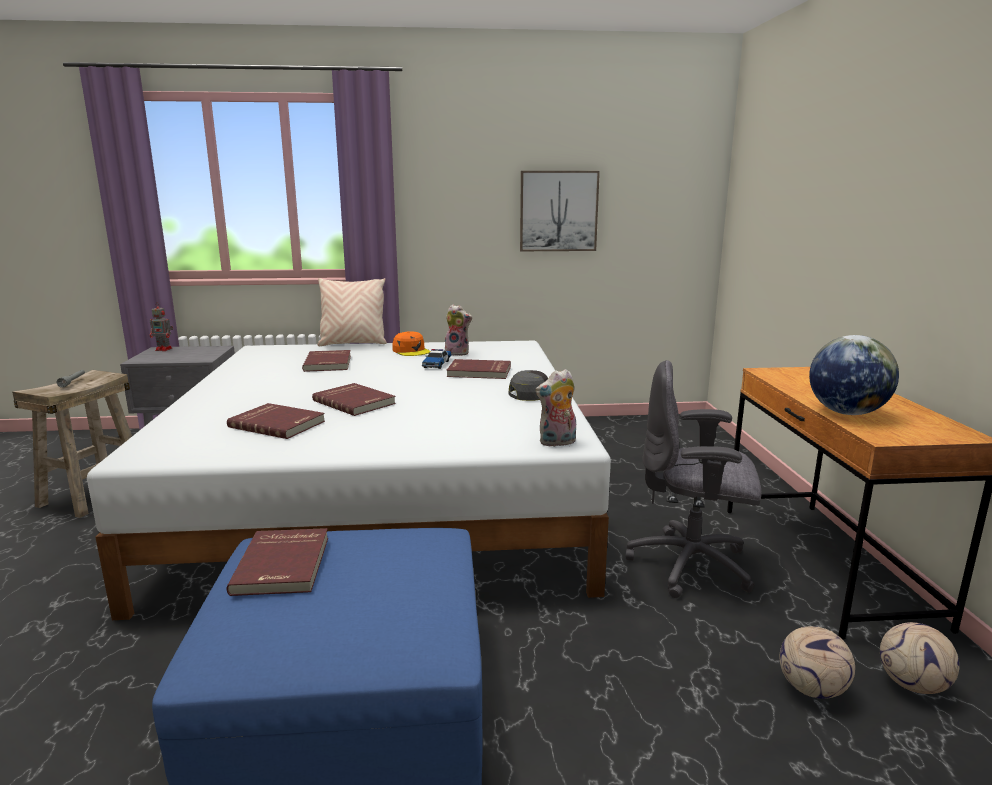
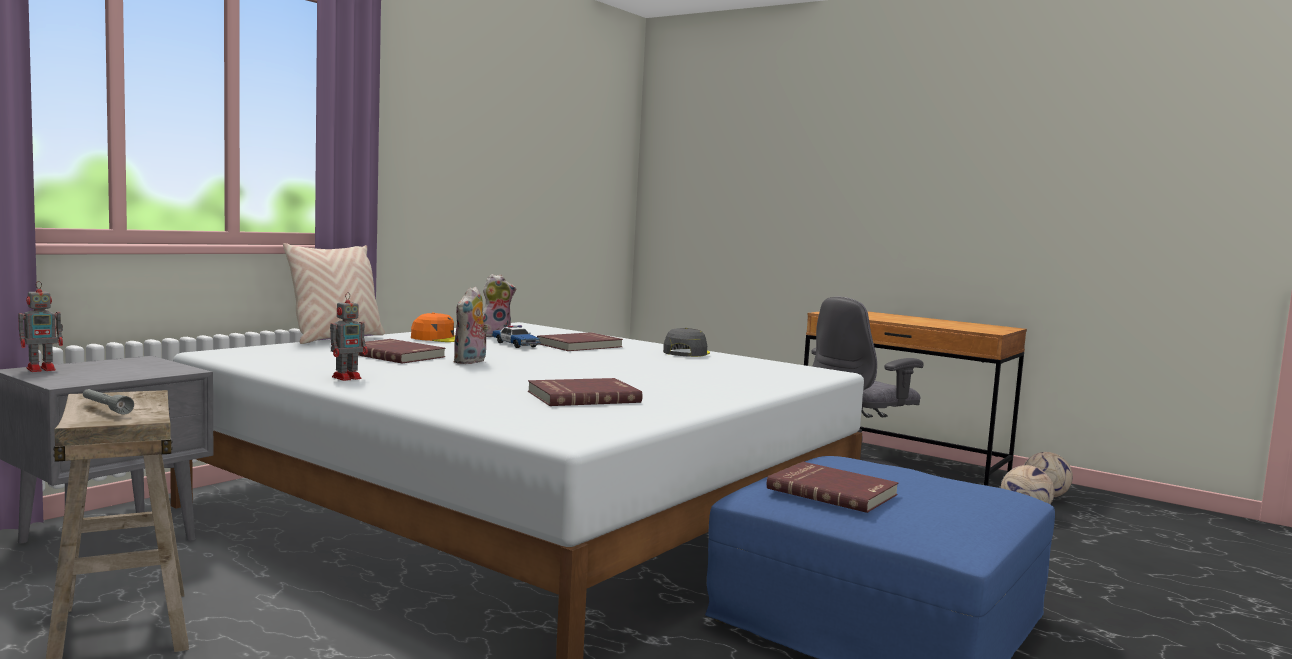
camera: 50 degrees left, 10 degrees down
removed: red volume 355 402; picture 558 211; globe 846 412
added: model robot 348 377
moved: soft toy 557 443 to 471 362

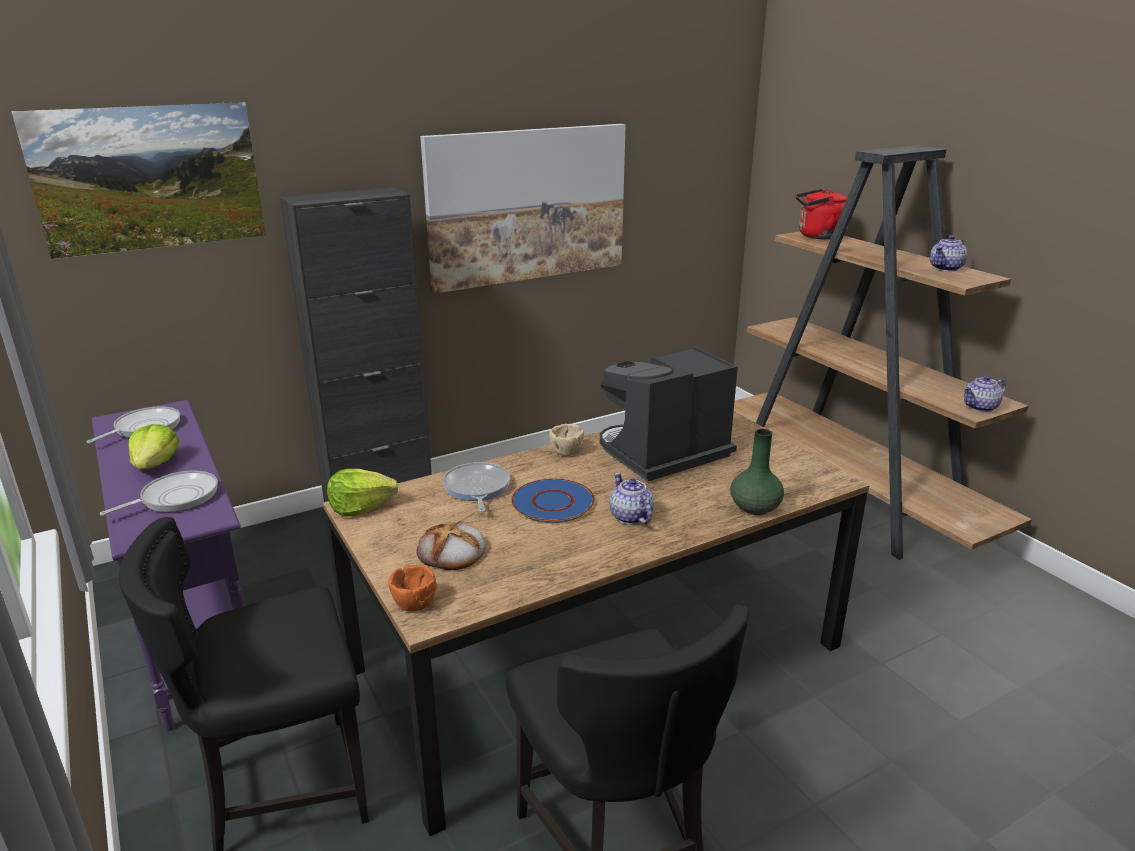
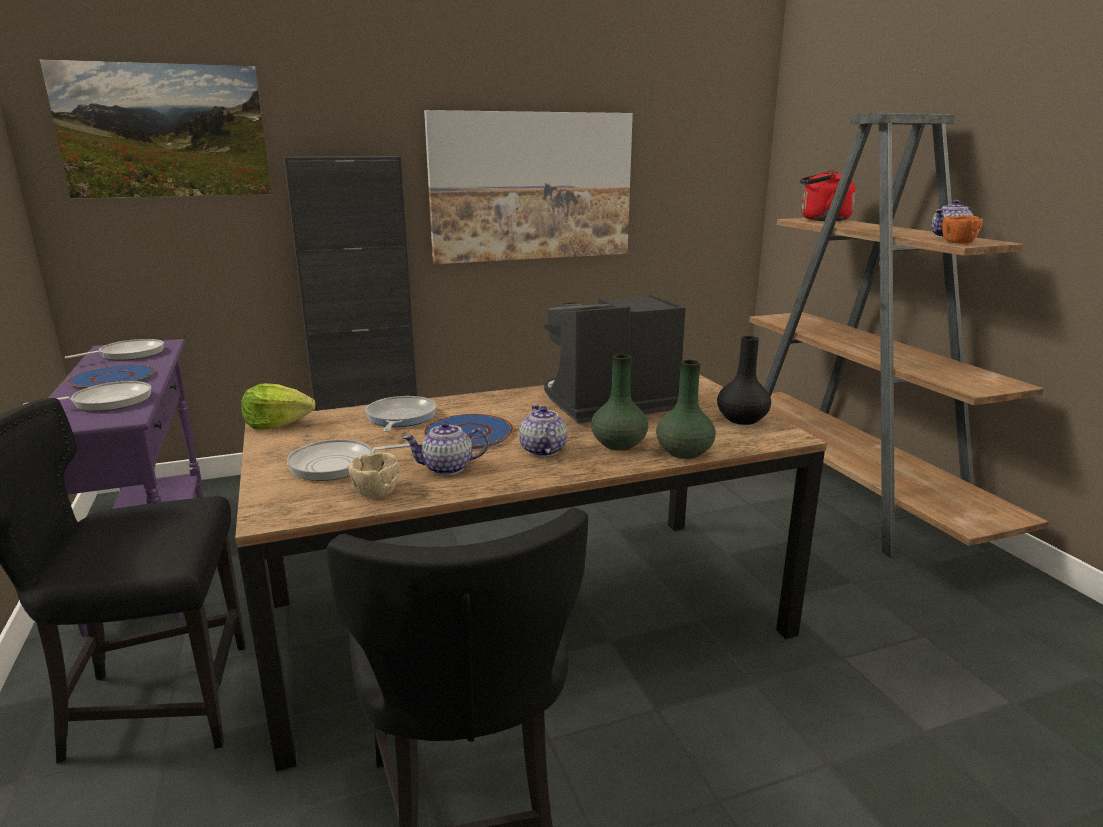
camera: 10 degrees right, 5 degrees down
added: greenish flower vase 619 444; black-coloured flower vase 741 419
moved: orange deep dish 413 603 to 958 242; beige-coloured deep dish 566 452 to 375 492; tea pot 981 407 to 448 468
replaced: head of lettuce 155 464 to bluish dinner plate 113 378; bread 452 552 to frying pan 338 465

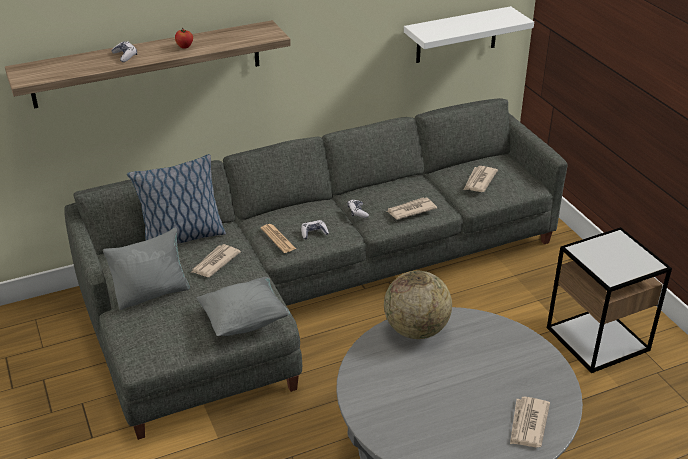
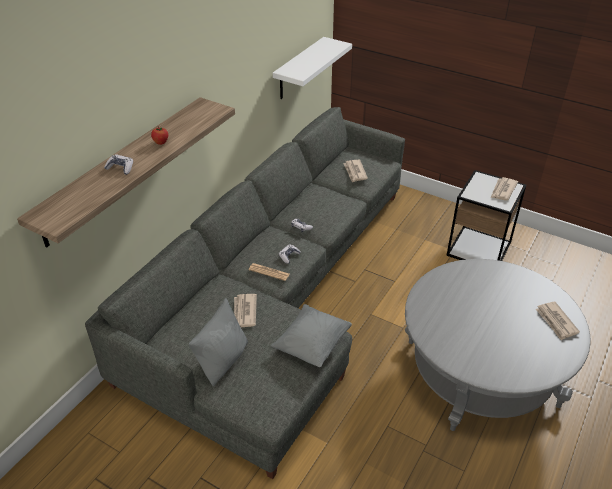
camera: 35 degrees left, 5 degrees up
removed: throw pillow 182 237; globe 416 330
moved: printed paper 410 210 to 503 190

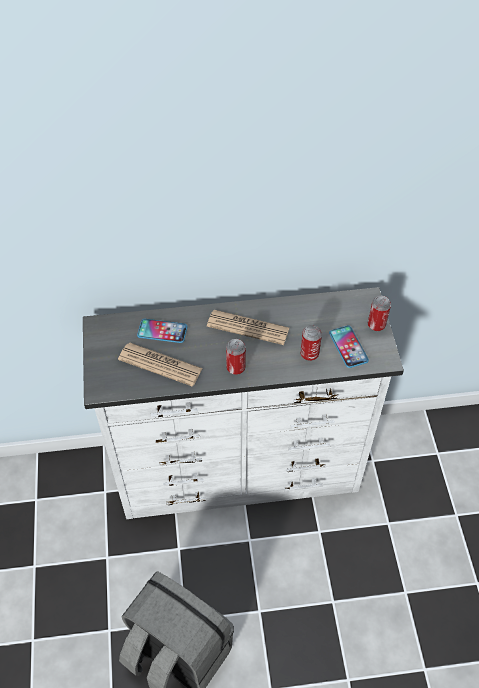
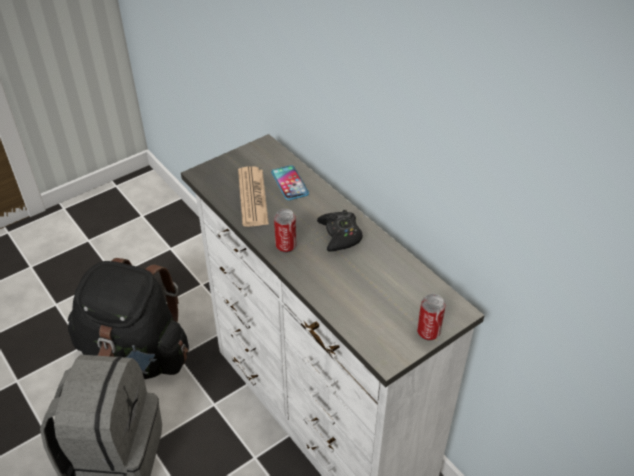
camera: 60 degrees right, 10 degrees down
removed: sealed can 309 354; telephone 348 347
added: black-coloured knapsack 137 356
replaced: printed paper 248 327 to black-coloured gamepad 340 235

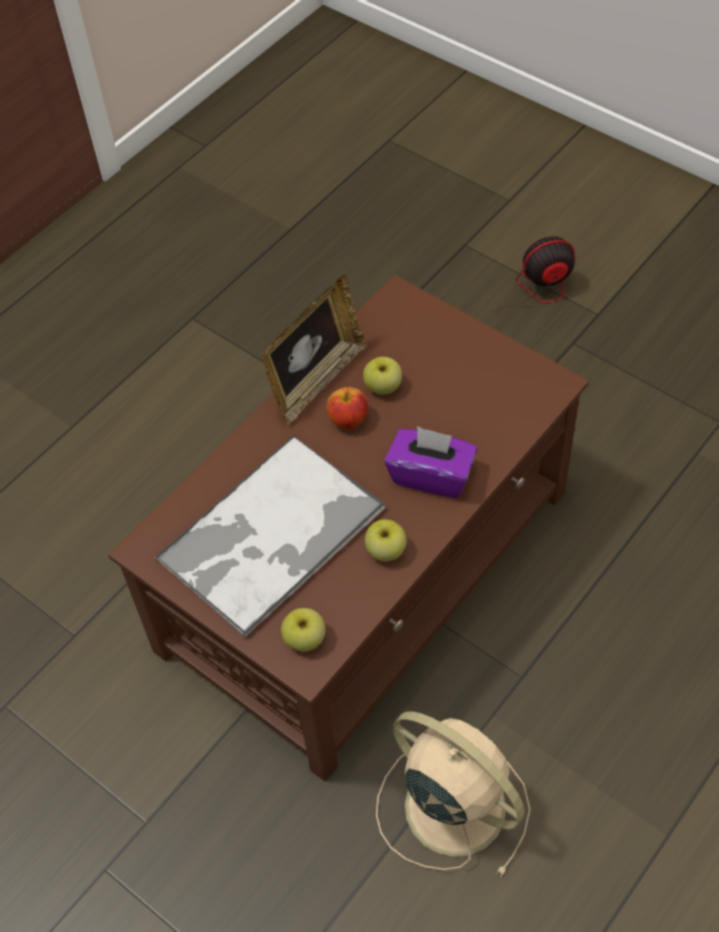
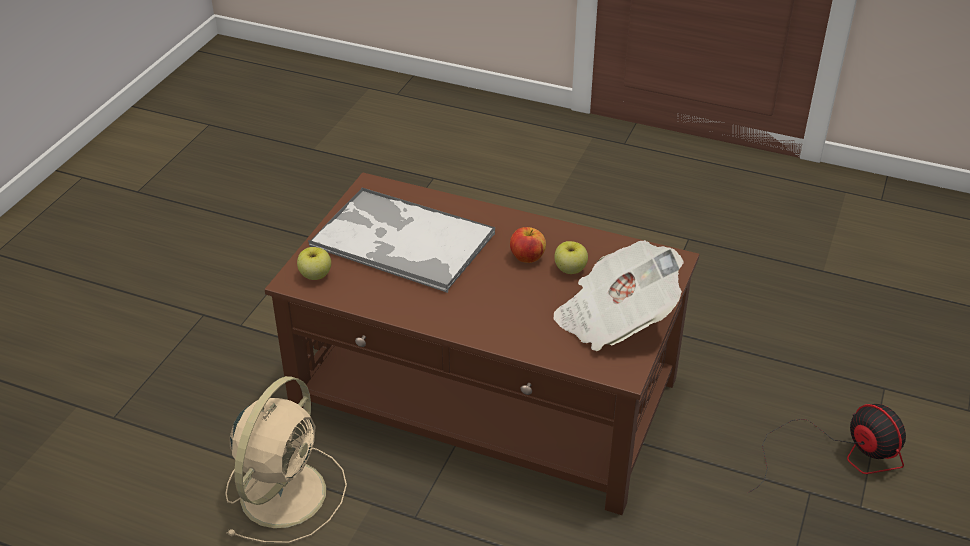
camera: 70 degrees right, 15 degrees down
removed: picture frame 316 380; apple 386 551; purple-coloured tissue holder 431 475
added: printed paper 615 319

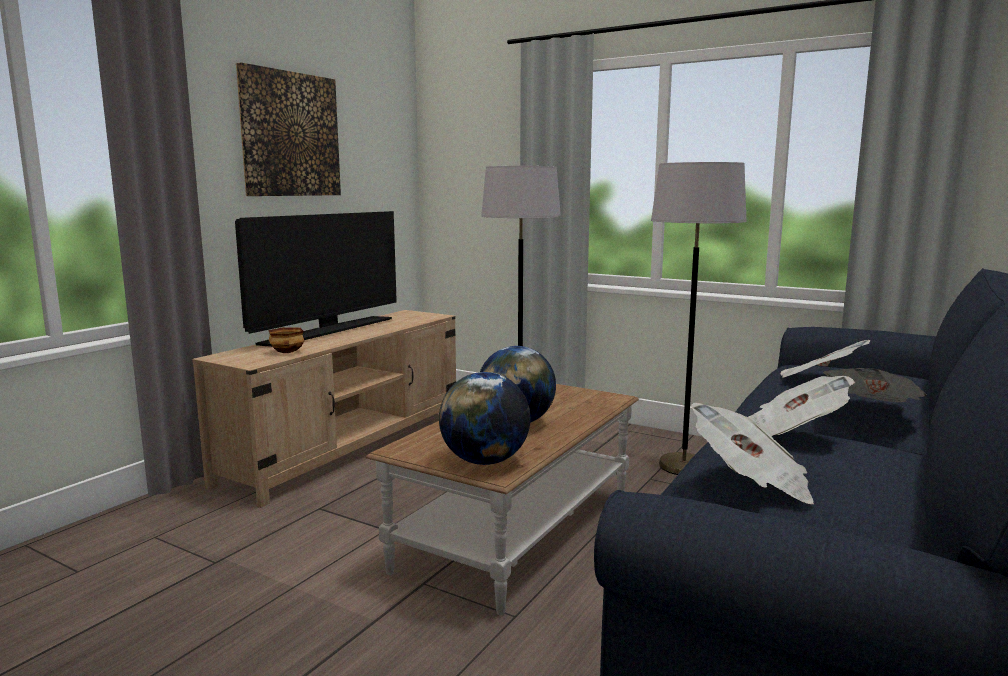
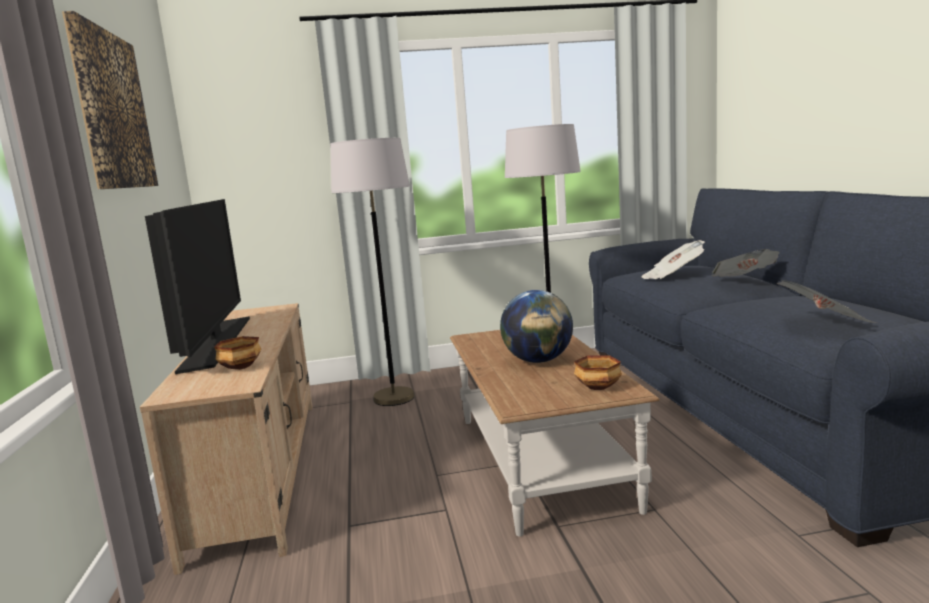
camera: 40 degrees left, 0 degrees up
removed: printed paper 788 434
replaced: globe 484 461 to deep dish 597 388

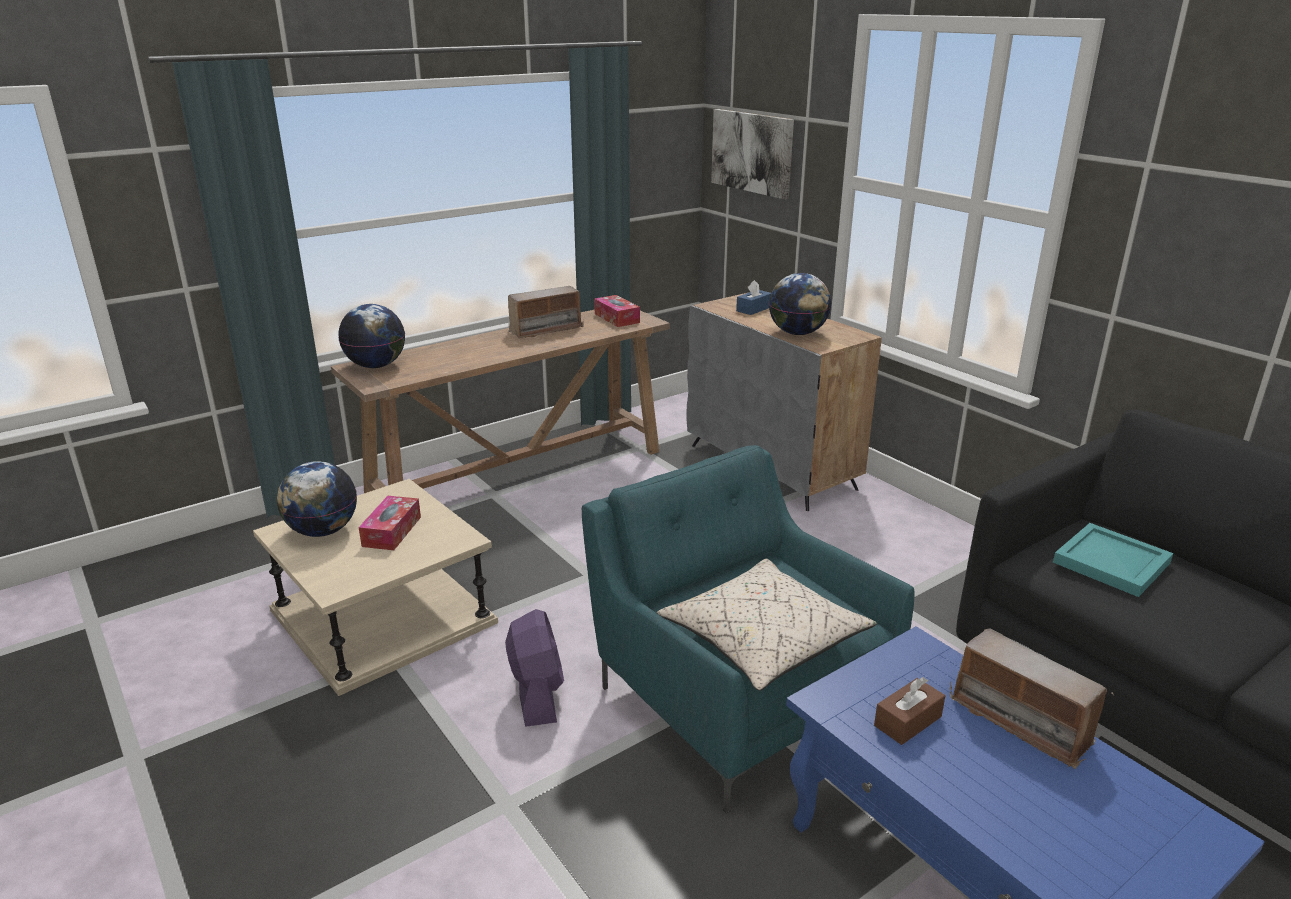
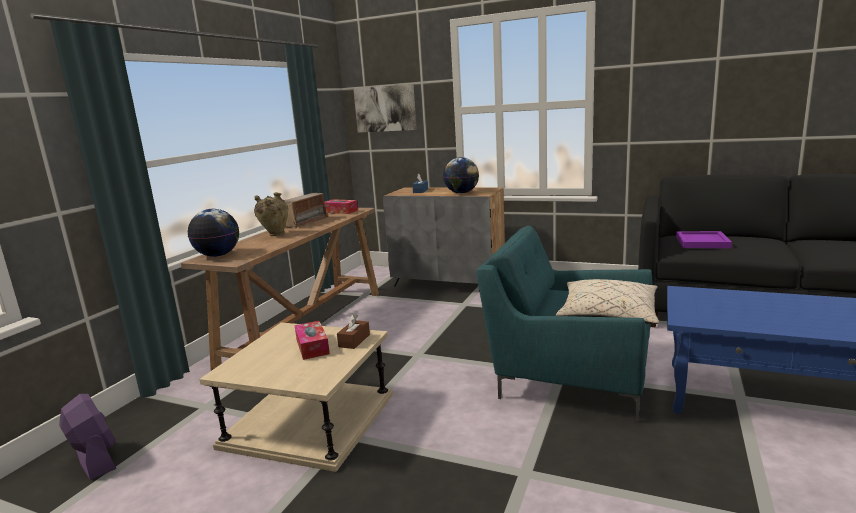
camera: 30 degrees left, 10 degrees down
removed: globe 322 531; radio 1021 722
added: beige-coloured flower vase 275 234
moved: purple-coloured fan 537 693 to 95 459; brown-coloured tissue holder 907 721 to 354 340
recoloured: blue-green serving tray 1112 564 to purple-coloured serving tray 703 242

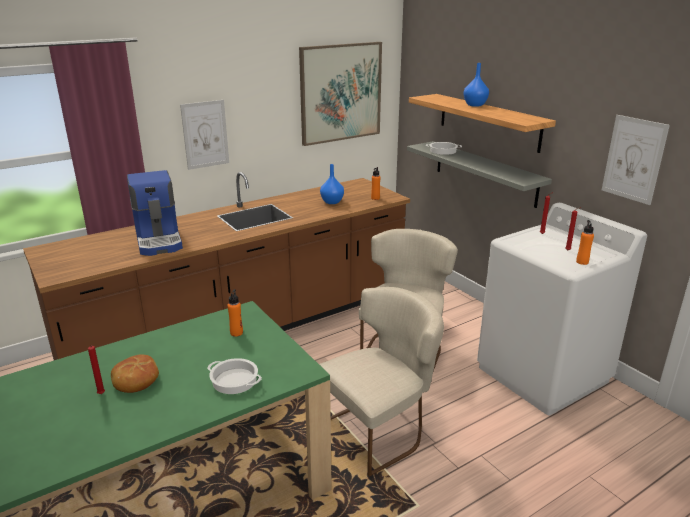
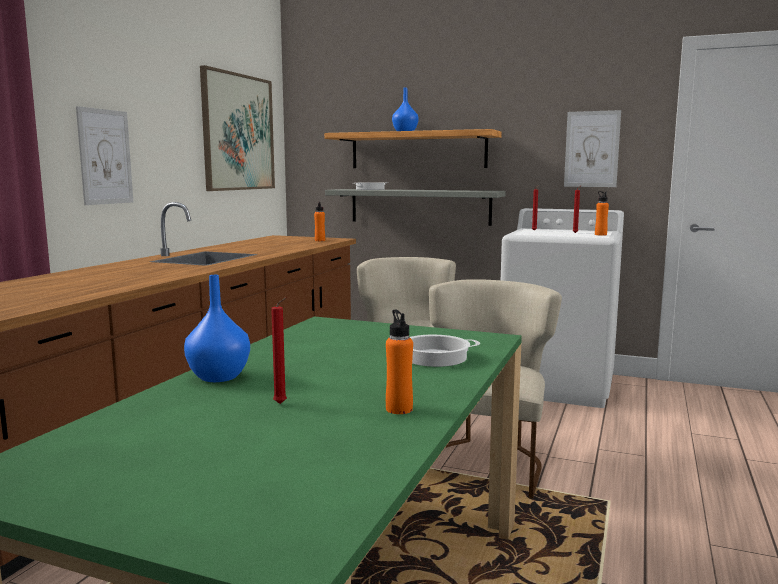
camera: 35 degrees left, 15 degrees down
removed: bread 135 380; coffee maker 159 240
moved: orange beverage bottle 236 333 to 399 409; bluish flower vase 331 202 to 218 377

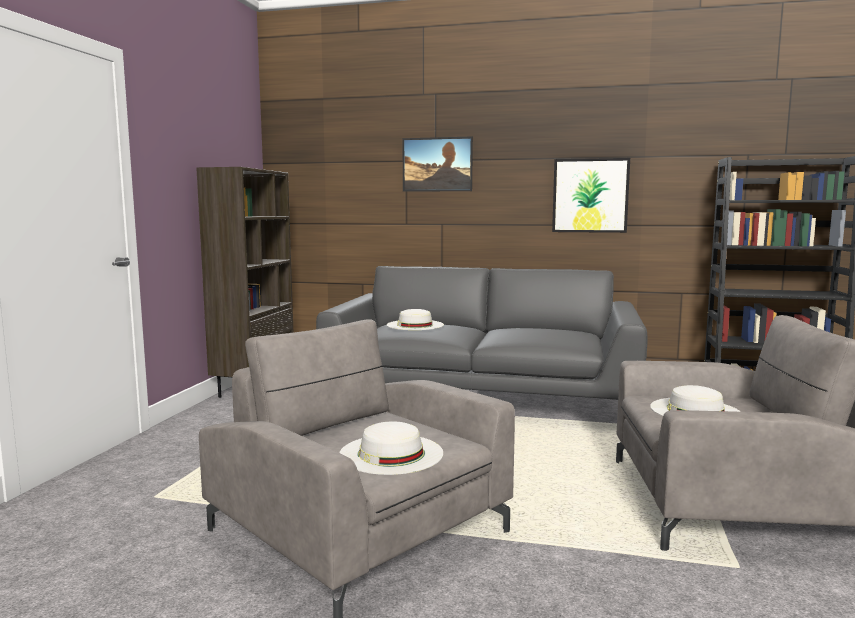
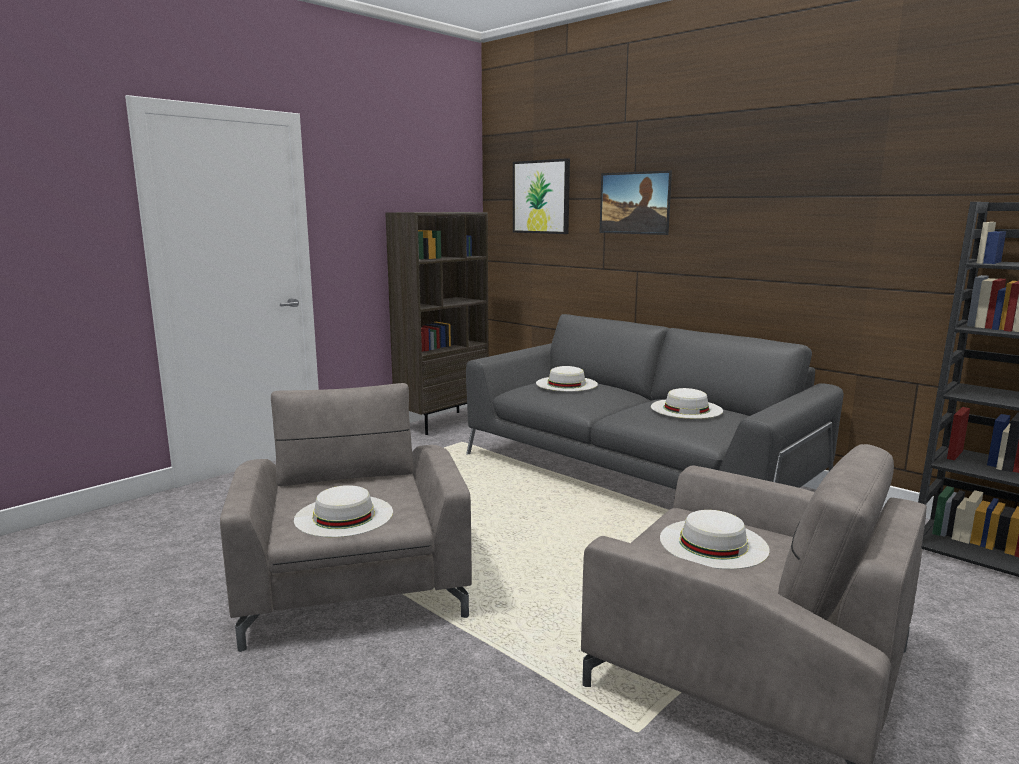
camera: 30 degrees right, 5 degrees up
added: white-coloured hat 686 408
moved: picture 590 195 to 541 197

